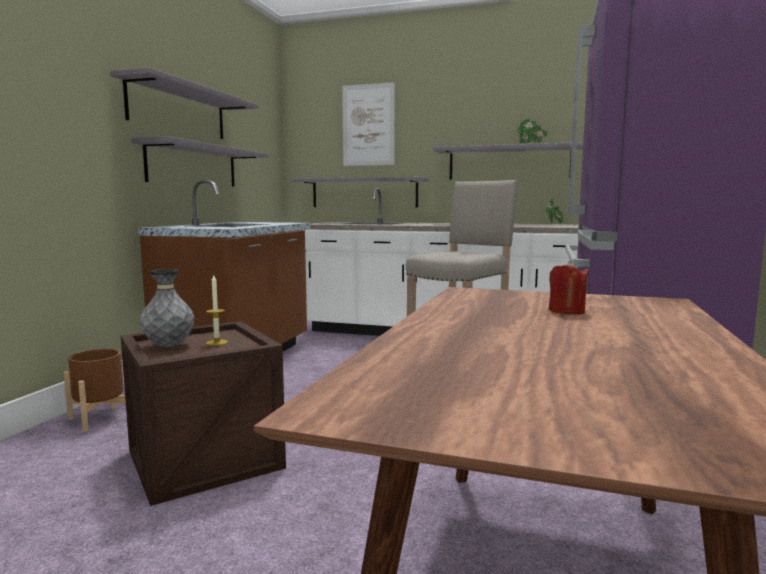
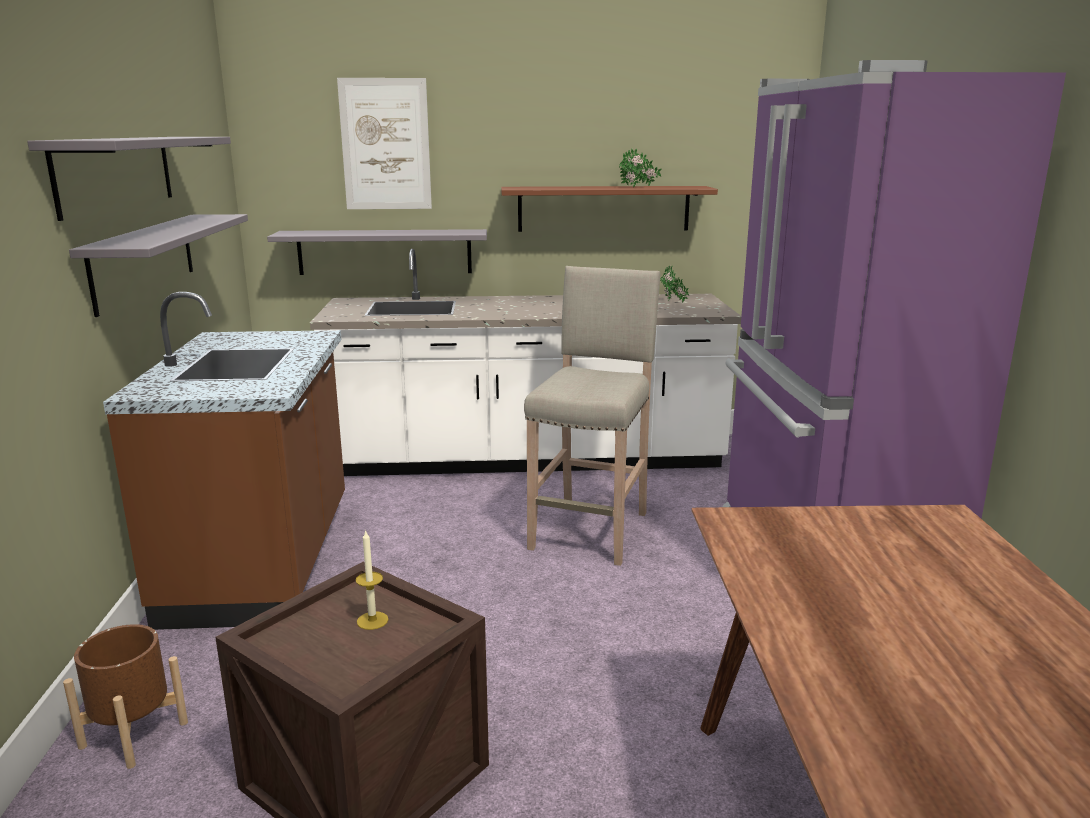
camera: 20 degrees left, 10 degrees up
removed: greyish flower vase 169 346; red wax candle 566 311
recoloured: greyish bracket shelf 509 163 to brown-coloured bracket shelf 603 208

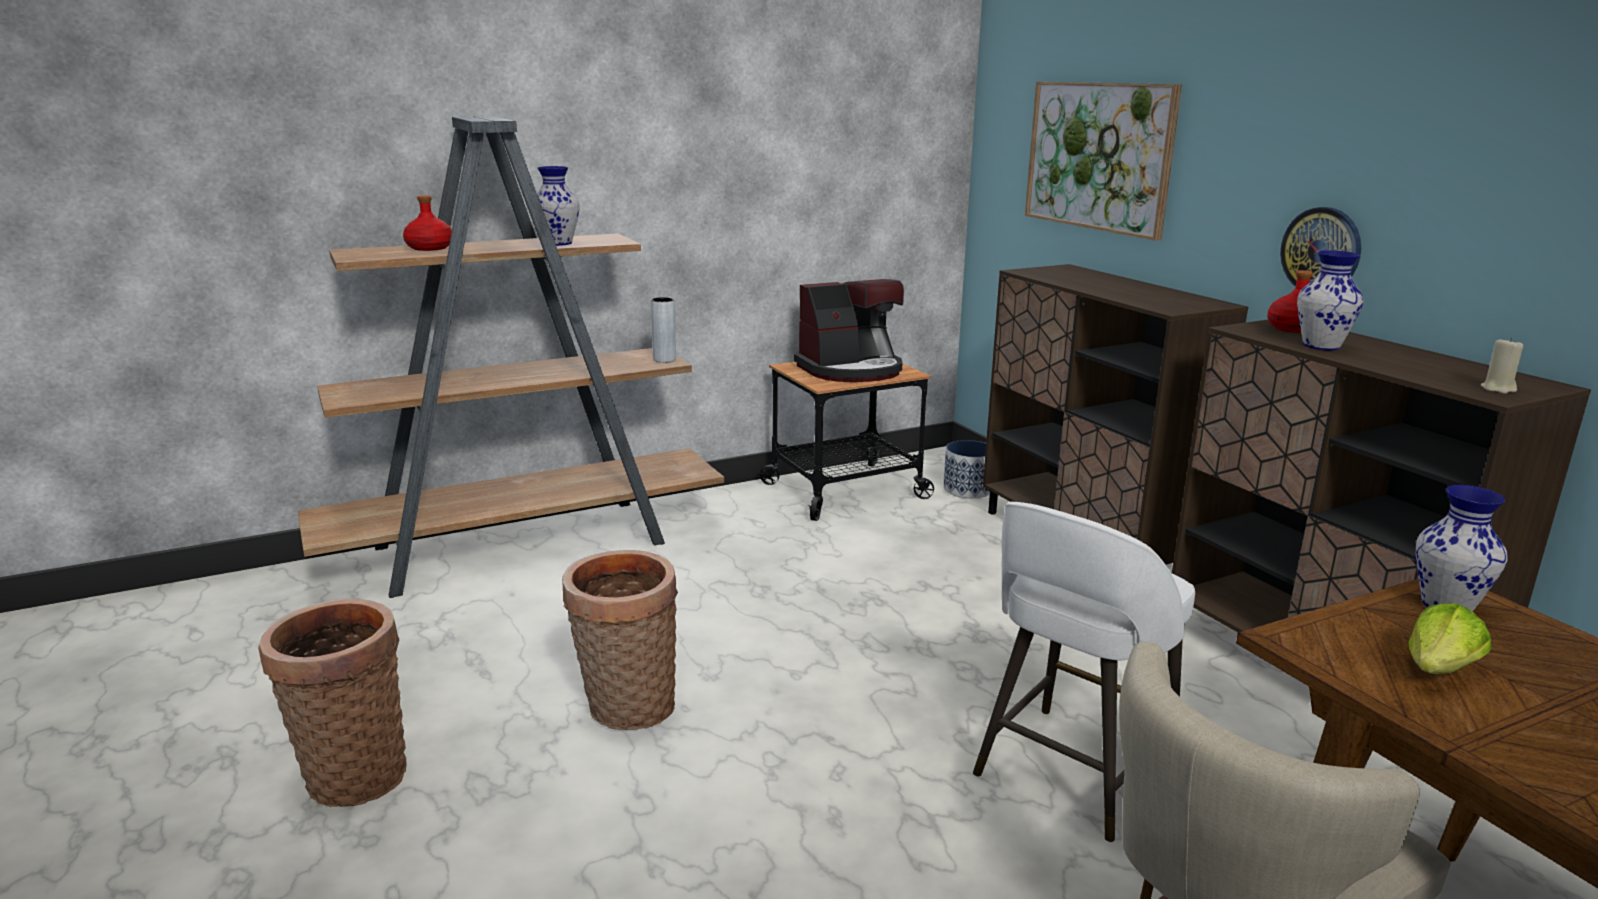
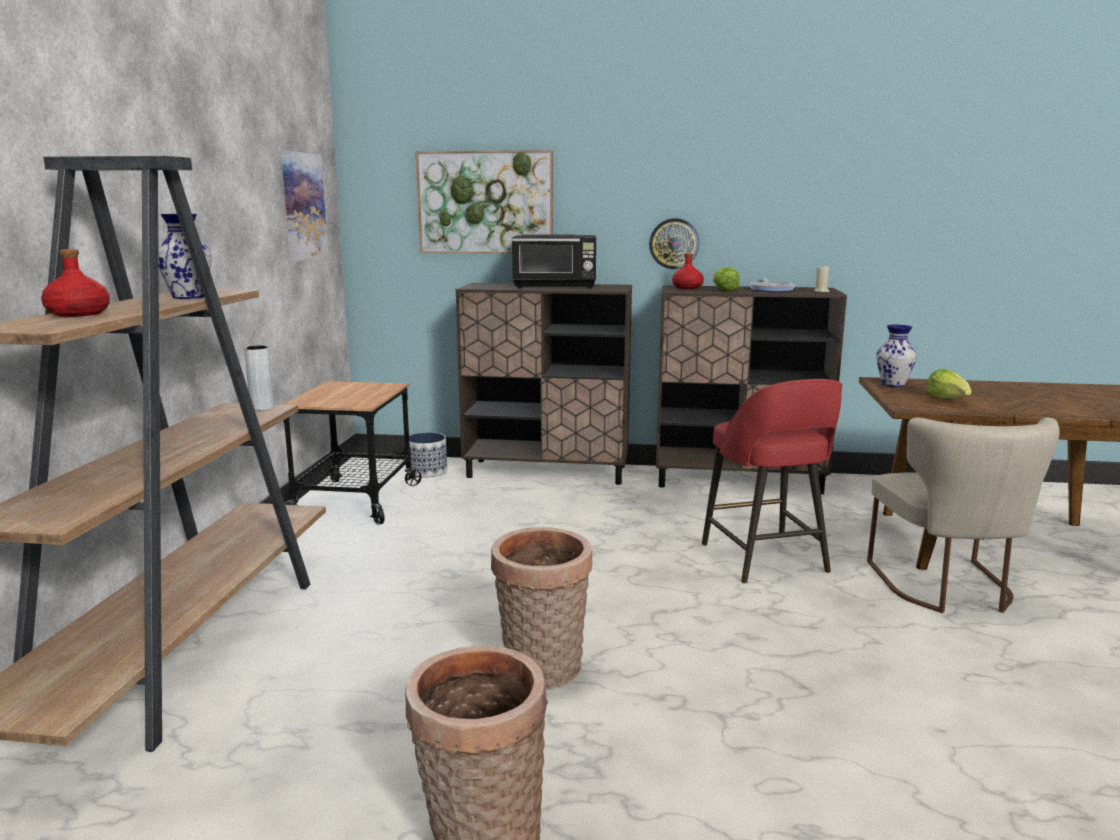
camera: 55 degrees left, 5 degrees down
removed: coffee maker 851 370
added: picture 303 206; black-coloured microwave 556 286; frying pan 771 289
replaced: flower vase 1320 346 to head of lettuce 723 290
recoloured: white-coloured stool seat 1071 773 to red stool seat 765 559

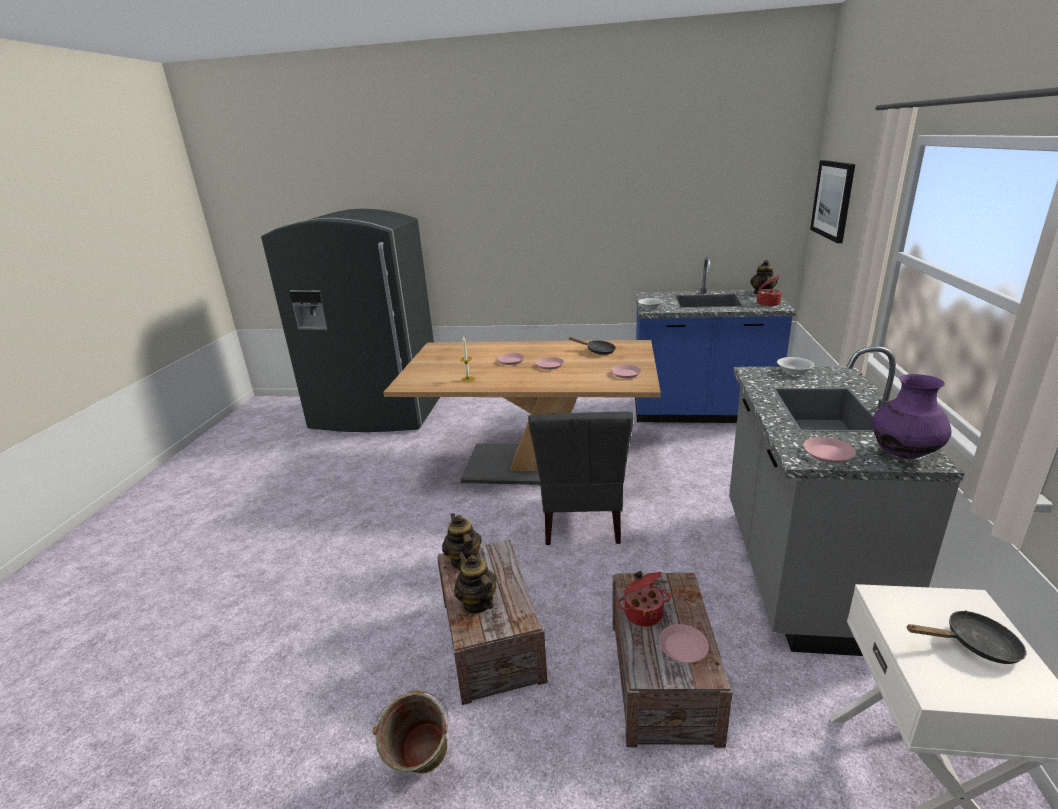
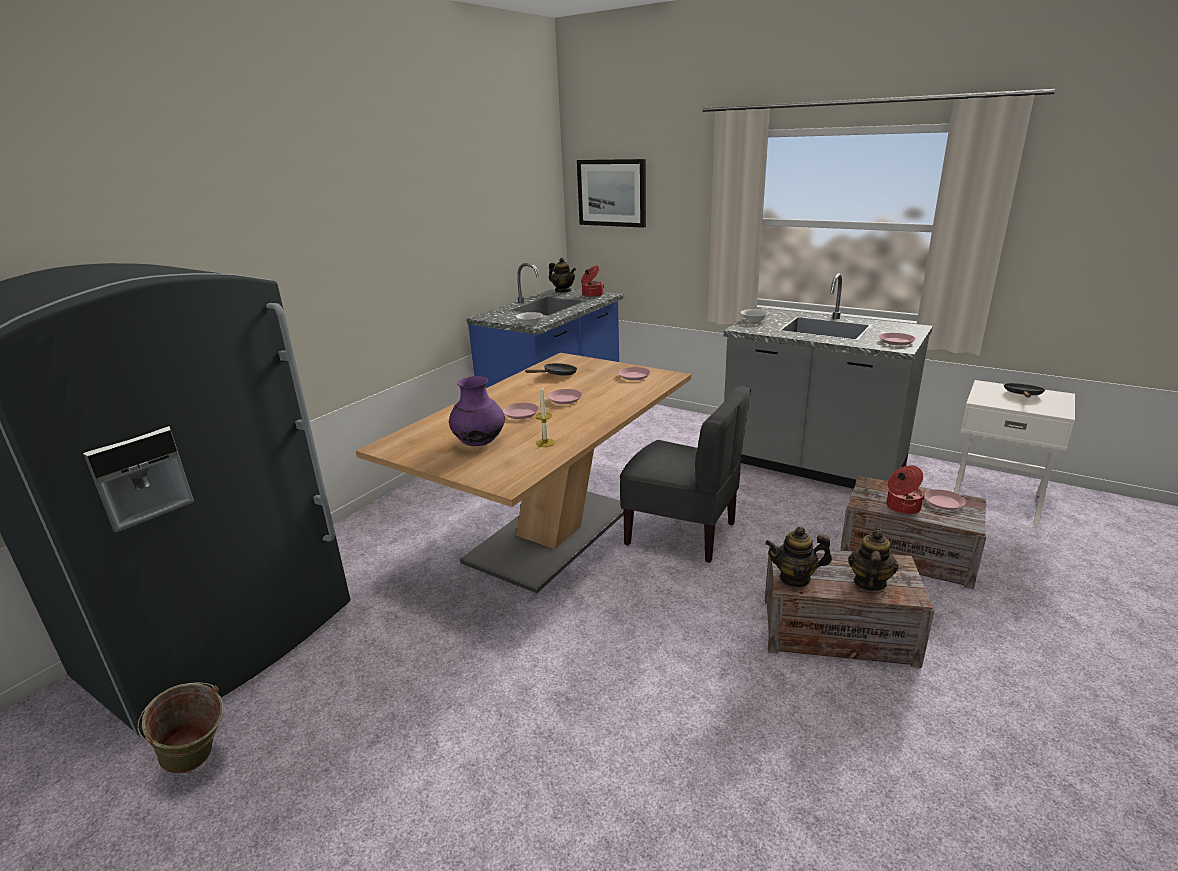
camera: 65 degrees left, 0 degrees up
moved: greenish bucket 421 770 to 198 764; purple-coloured flower vase 903 454 to 479 443
turned: tea pot 477 603 = 869 582 120 degrees clockwise

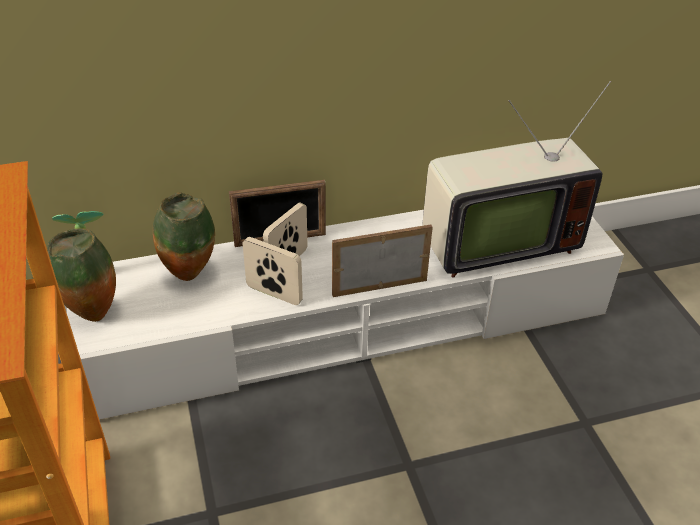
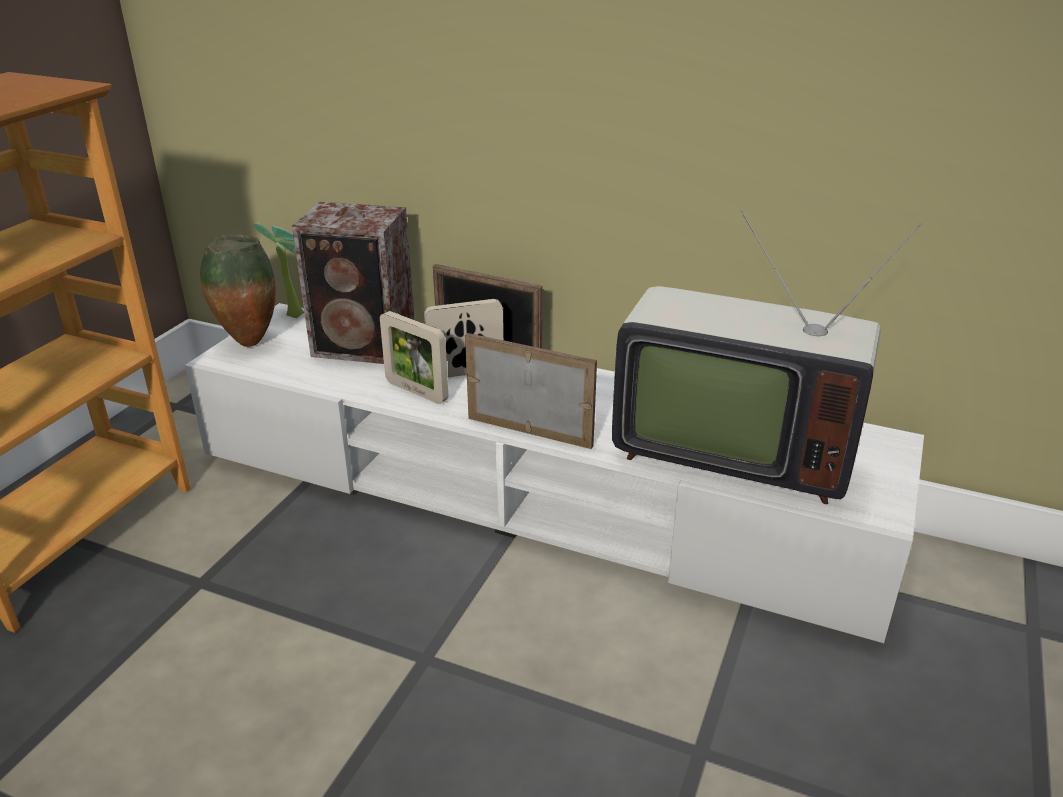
camera: 40 degrees right, 10 degrees down
replaced: flower vase 190 275 to loudspeaker 366 346
turned: picture frame 274 294 = 416 391 150 degrees clockwise

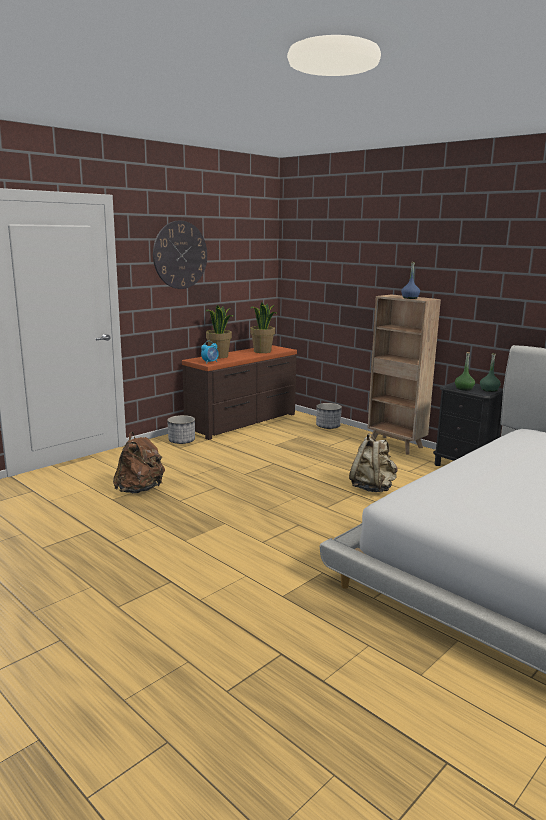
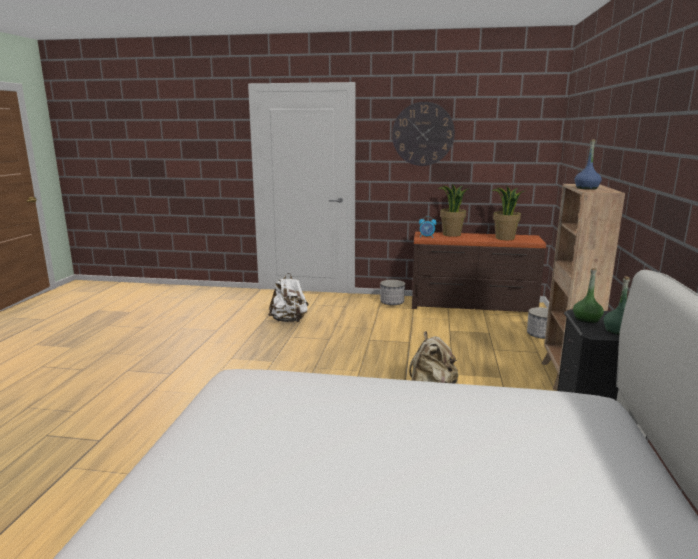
camera: 55 degrees right, 0 degrees up
recoloured: brown-coloured knapsack 140 490 to white-coloured knapsack 289 321

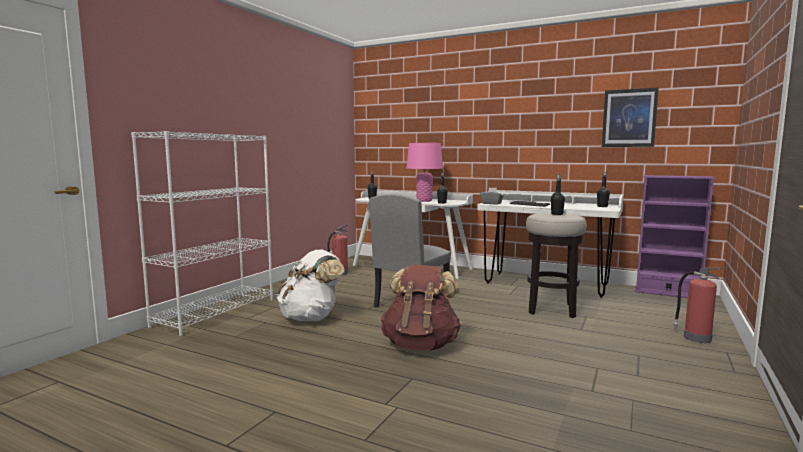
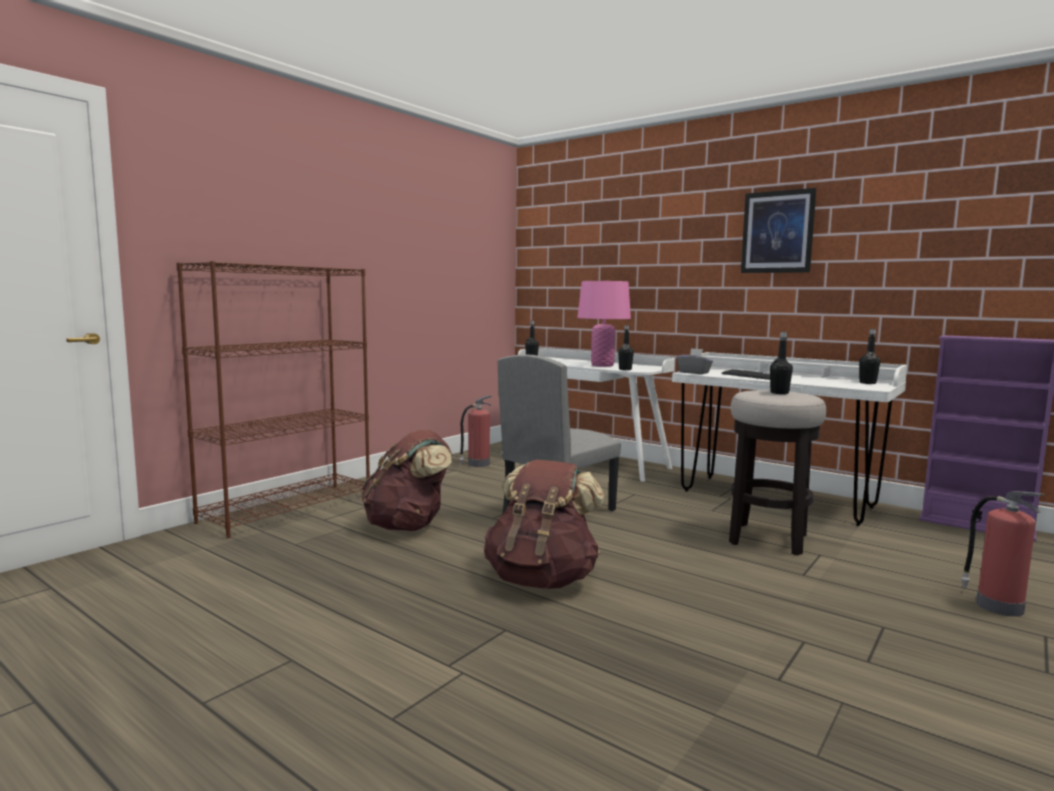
camera: 10 degrees right, 0 degrees up
moved: picture 629 118 to 777 232
recoloured: white-coloured bookcase 216 312 to brown-coloured bookcase 288 508; white-coloured knapsack 311 318 to brown-coloured knapsack 408 525

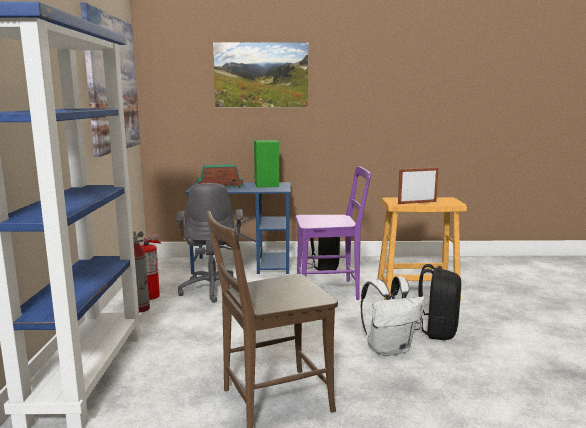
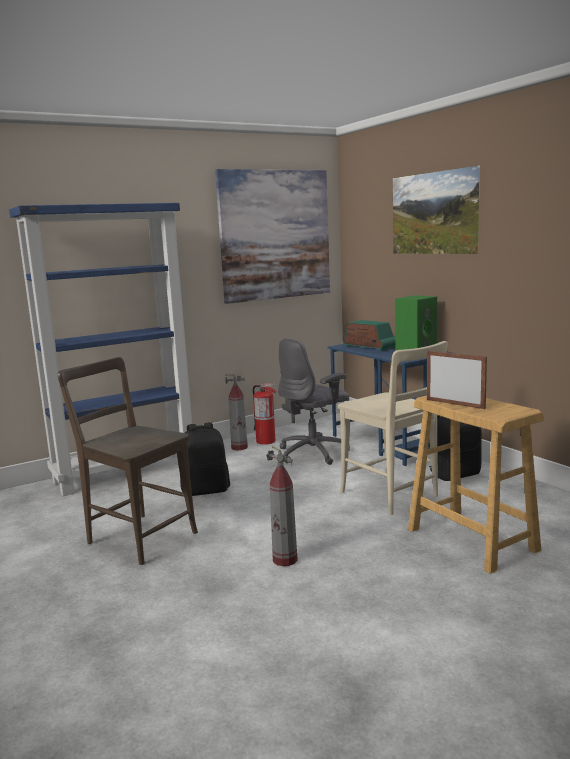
camera: 60 degrees right, 0 degrees up
moved: black-coloured knapsack 436 331 to 206 490
replaced: white-coloured knapsack 389 349 to fire-fighting cylinder 285 560
recoloured: purple-coloured chair 330 290 to beige-coloured chair 392 495

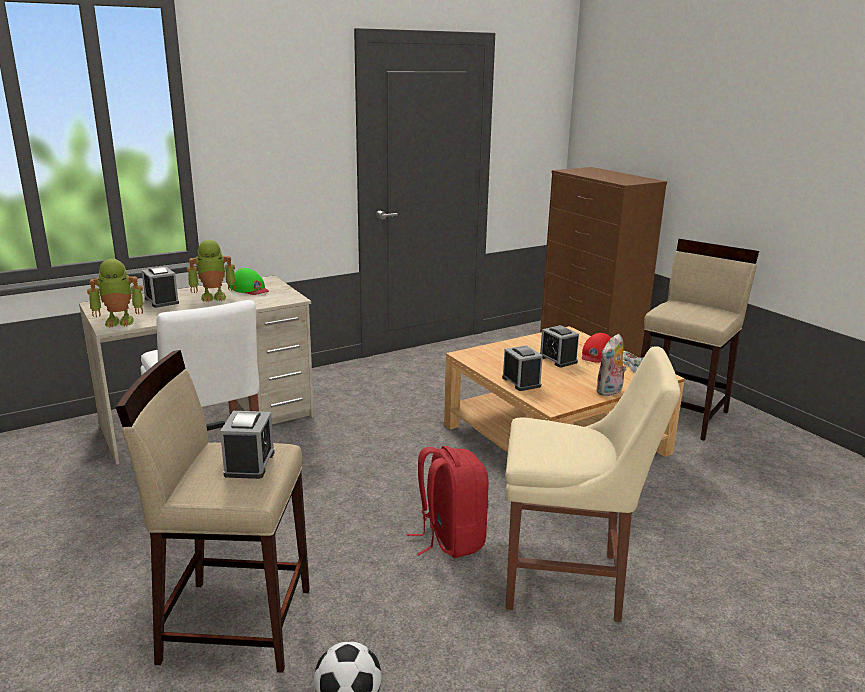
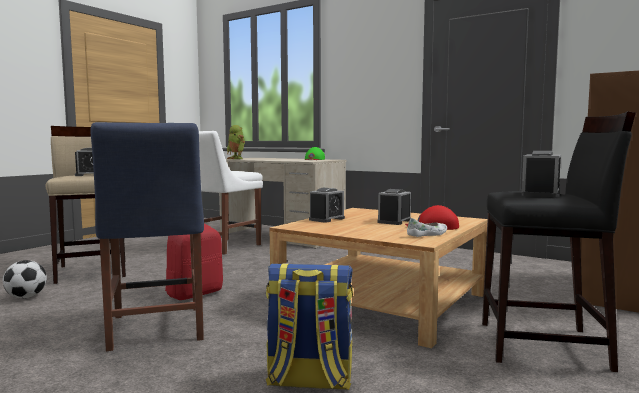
camera: 65 degrees right, 15 degrees down
removed: model robot 214 297; soft toy 610 392
added: knapsack 309 381
moved: alarm clock 161 301 to 540 194
recoloured: beige-coloured chair 570 582 to bluish chair 156 330; beige-coloured stool seat 681 415 to black-coloured stool seat 544 345

